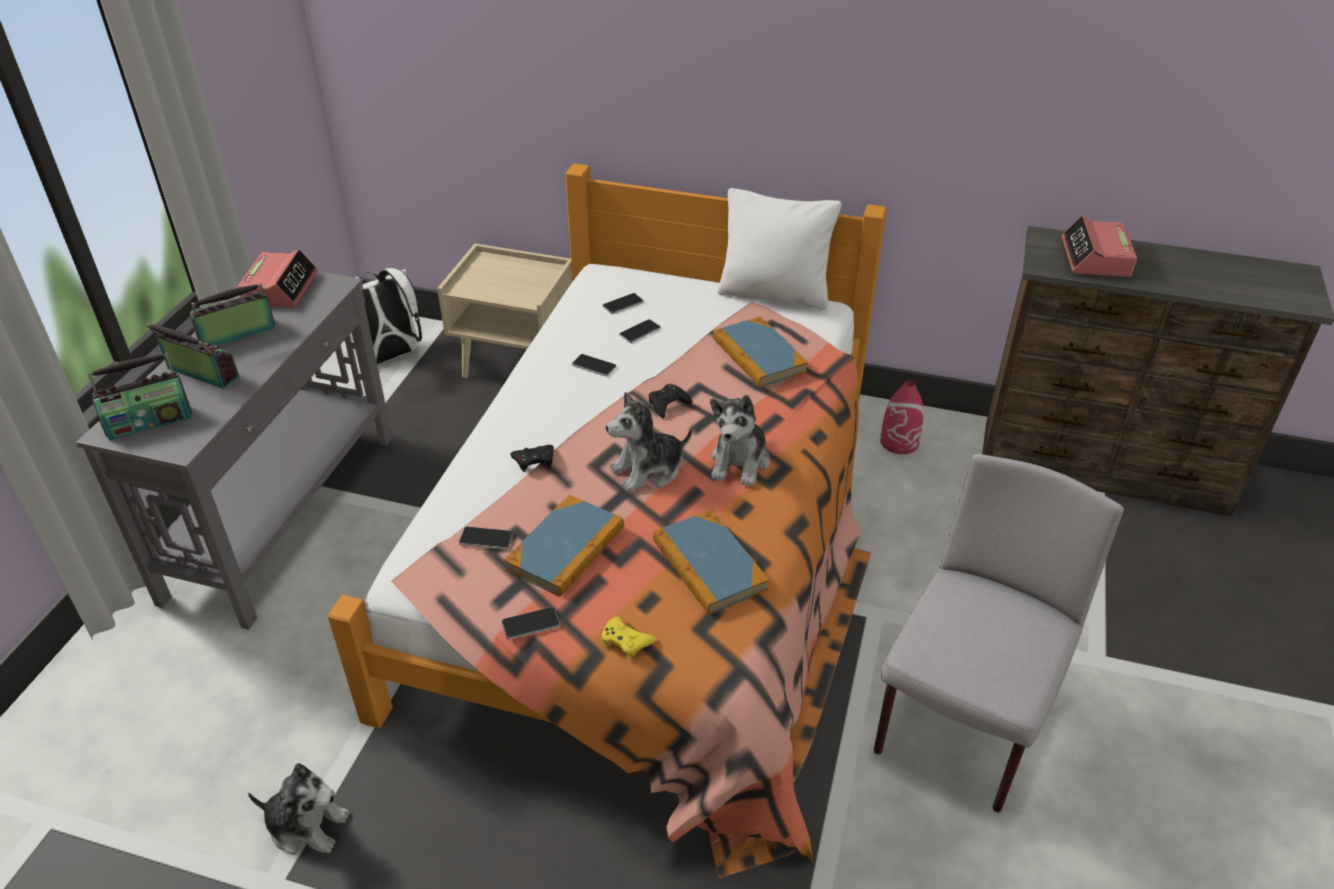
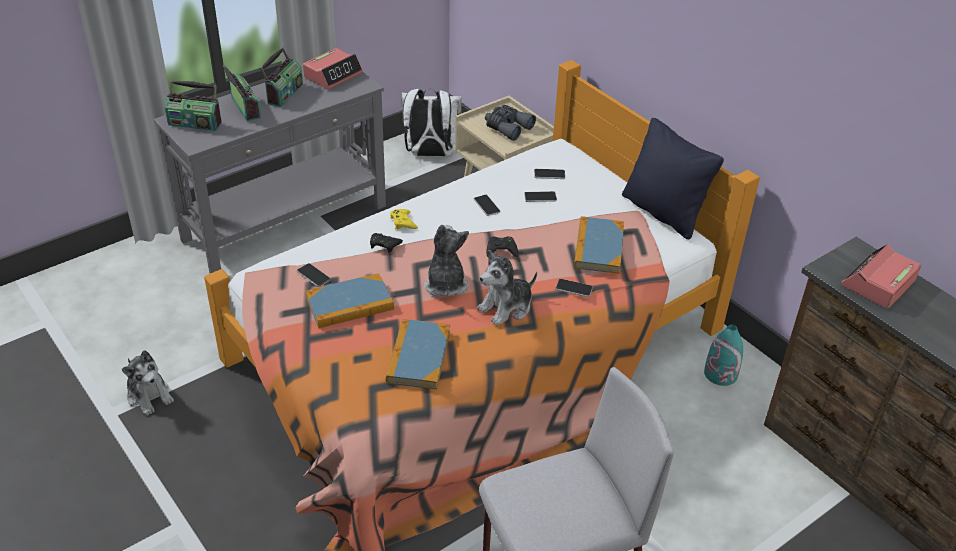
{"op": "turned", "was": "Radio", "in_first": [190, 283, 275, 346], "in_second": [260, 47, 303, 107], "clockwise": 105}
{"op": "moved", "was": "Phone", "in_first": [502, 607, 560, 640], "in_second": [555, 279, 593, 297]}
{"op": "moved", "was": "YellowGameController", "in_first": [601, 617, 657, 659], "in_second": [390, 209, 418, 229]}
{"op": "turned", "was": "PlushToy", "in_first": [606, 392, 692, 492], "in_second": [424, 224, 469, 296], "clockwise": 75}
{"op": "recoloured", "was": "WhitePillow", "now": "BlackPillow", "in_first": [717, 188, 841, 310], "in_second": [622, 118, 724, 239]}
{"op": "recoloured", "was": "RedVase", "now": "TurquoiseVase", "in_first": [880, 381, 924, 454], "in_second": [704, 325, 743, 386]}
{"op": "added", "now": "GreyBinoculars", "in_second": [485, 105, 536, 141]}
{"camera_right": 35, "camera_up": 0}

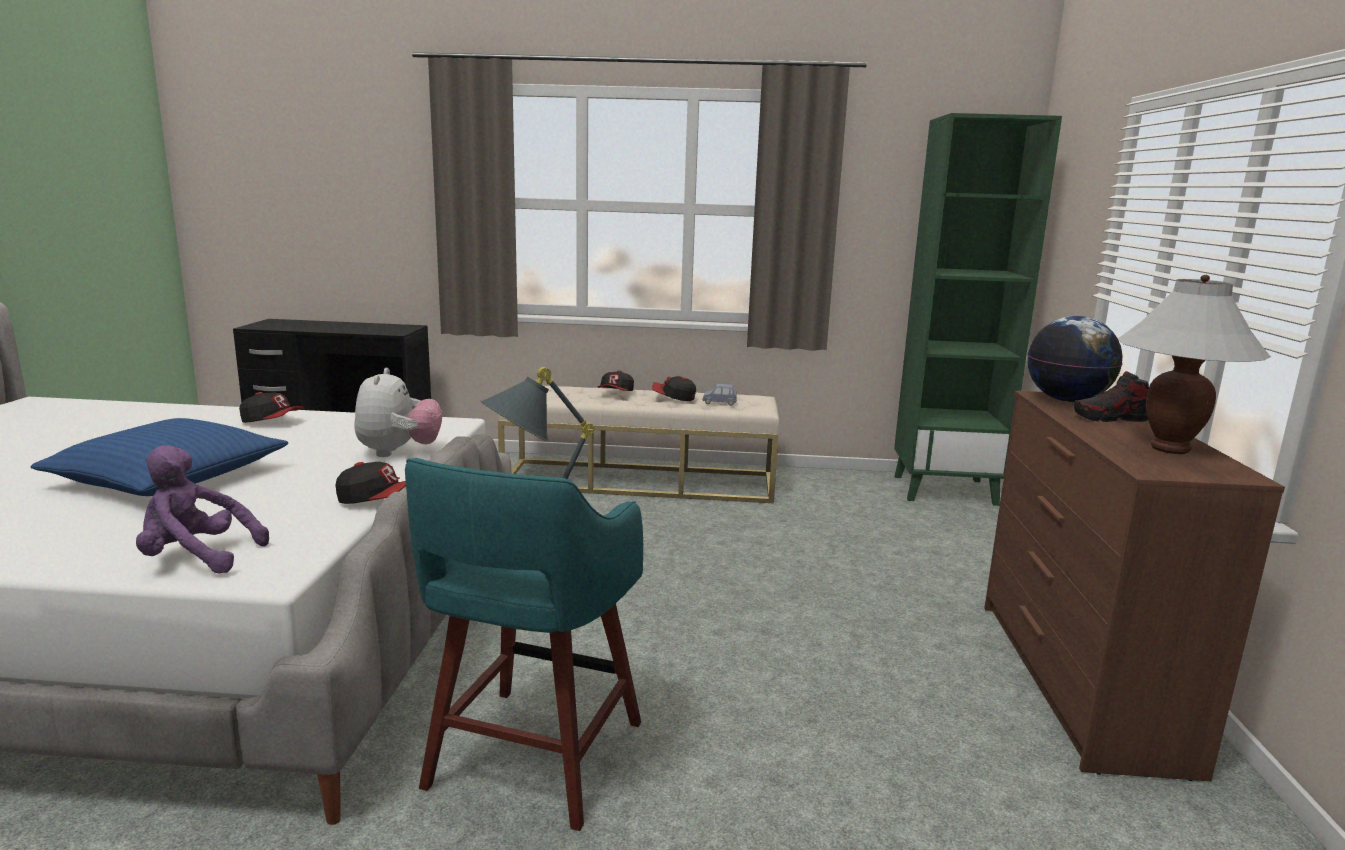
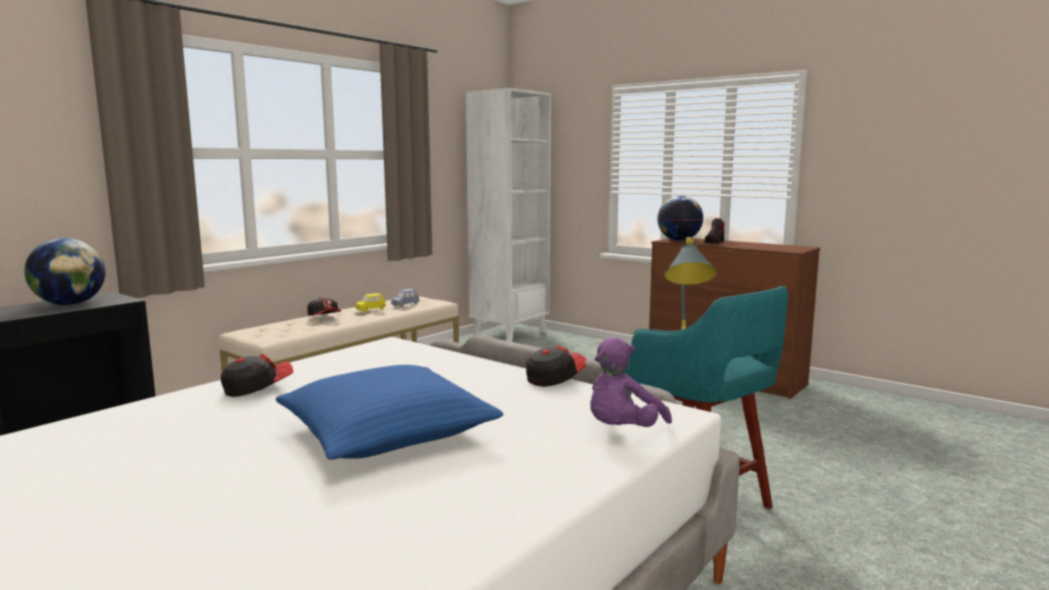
{"op": "removed", "was": "PlushToy", "in_first": [354, 368, 442, 457]}
{"op": "replaced", "was": "Cap", "now": "YellowToyCar", "in_first": [652, 376, 696, 401], "in_second": [355, 293, 386, 312]}
{"op": "recoloured", "was": "GreenBookcase", "now": "WhiteBookcase", "in_first": [894, 113, 1062, 506], "in_second": [466, 88, 551, 342]}
{"op": "removed", "was": "WhiteTableLamp", "in_first": [1118, 275, 1271, 454]}
{"op": "added", "now": "Globe", "in_second": [24, 238, 106, 305]}
{"camera_right": -55, "camera_up": -5}

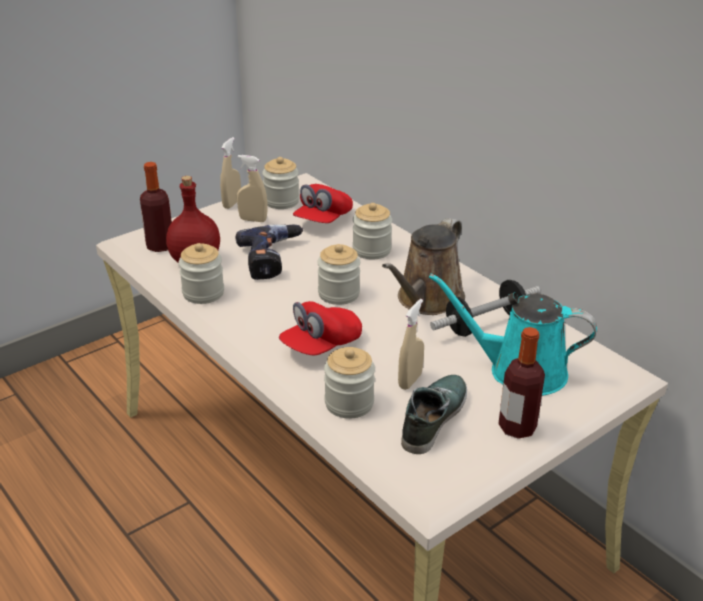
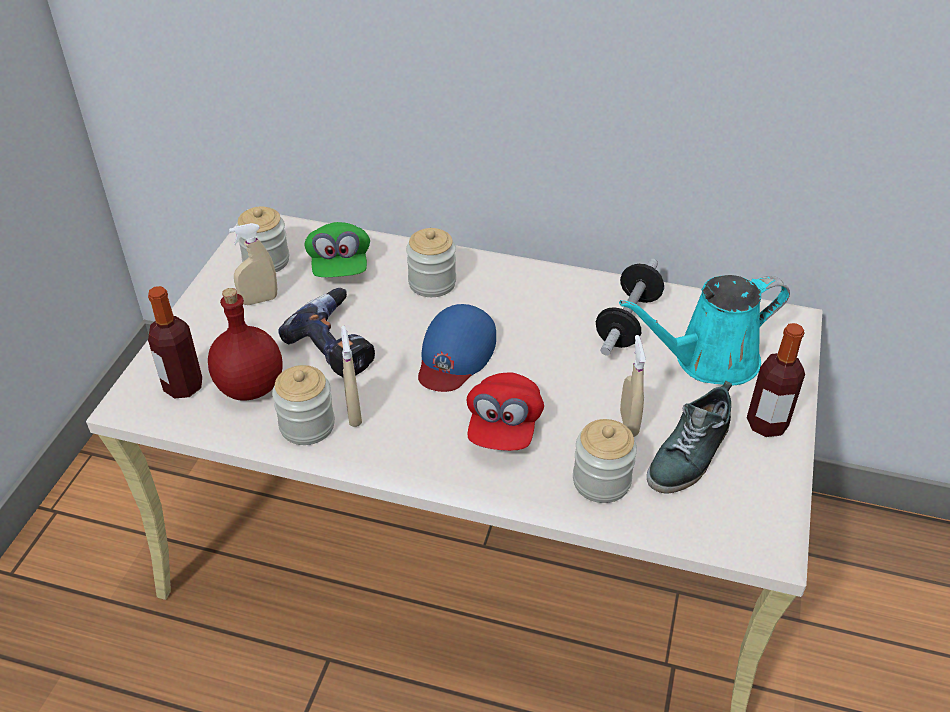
{"op": "moved", "was": "BeigeSprayBottle", "in_first": [220, 137, 241, 209], "in_second": [341, 326, 362, 427]}
{"op": "recoloured", "was": "RedCap", "now": "GreenCap", "in_first": [293, 184, 353, 223], "in_second": [304, 222, 370, 277]}
{"op": "replaced", "was": "Jar", "now": "BlueCap", "in_first": [317, 244, 360, 305], "in_second": [418, 304, 496, 392]}
{"op": "removed", "was": "BrownWateringCan", "in_first": [382, 218, 465, 315]}
{"op": "turned", "was": "Shoe", "in_first": [401, 375, 467, 454], "in_second": [647, 381, 732, 493], "clockwise": -135}
{"camera_right": -35, "camera_up": 10}

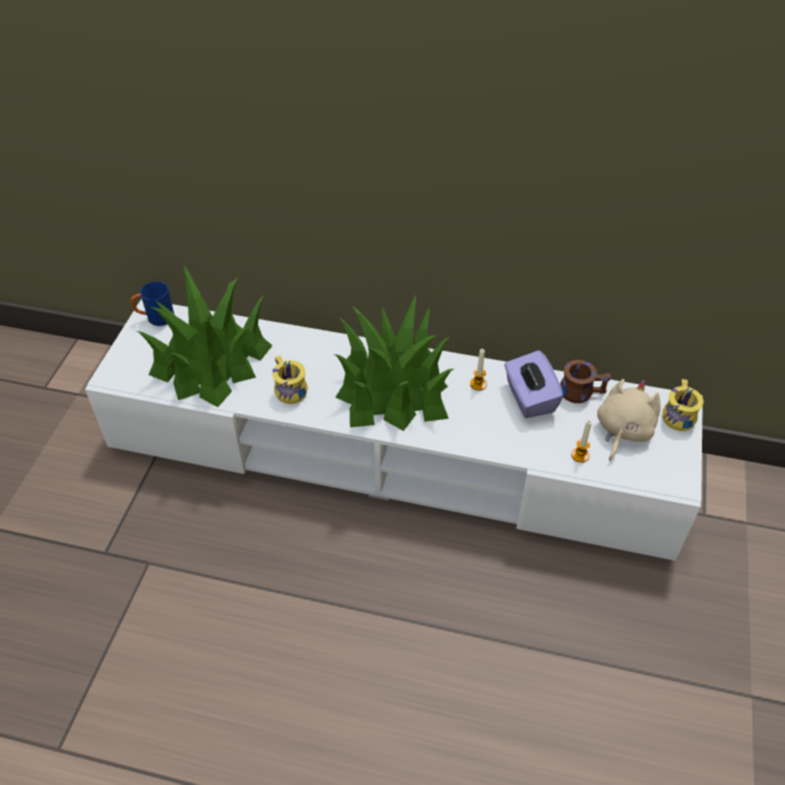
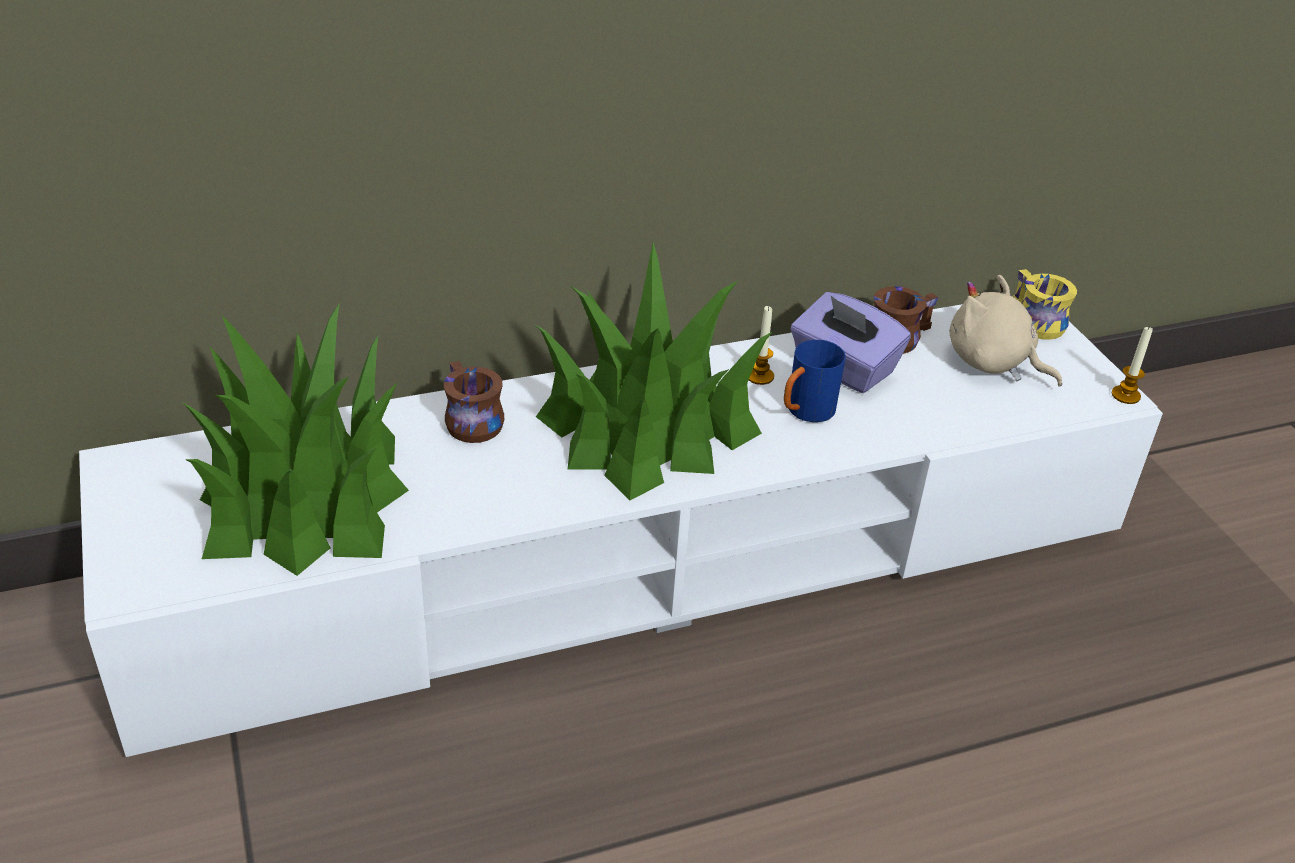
{"op": "moved", "was": "BlueMug", "in_first": [131, 281, 174, 326], "in_second": [784, 340, 846, 422]}
{"op": "removed", "was": "YellowMug", "in_first": [272, 355, 308, 404]}
{"op": "moved", "was": "Candle", "in_first": [571, 421, 592, 463], "in_second": [1112, 327, 1153, 404]}
{"op": "turned", "was": "BeigePlushToy", "in_first": [597, 379, 661, 461], "in_second": [949, 275, 1062, 387], "clockwise": -45}
{"op": "added", "now": "BrownMug", "in_second": [444, 361, 504, 443]}
{"camera_right": -35, "camera_up": -10}

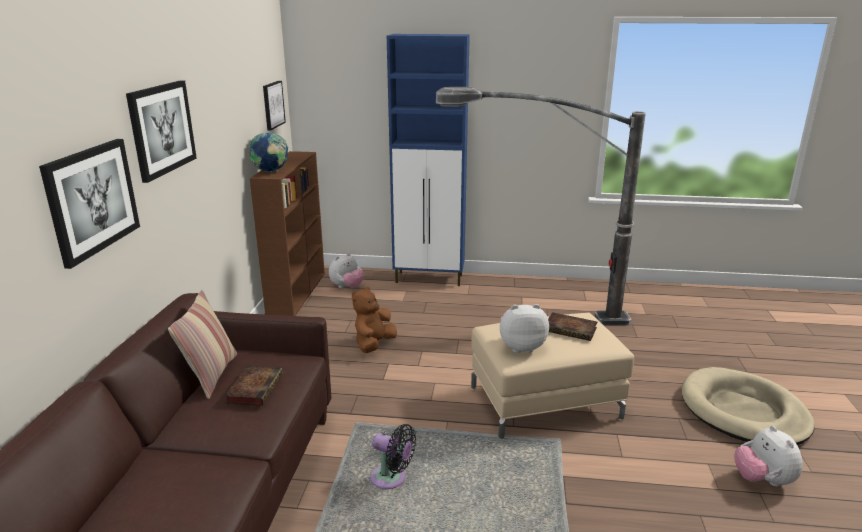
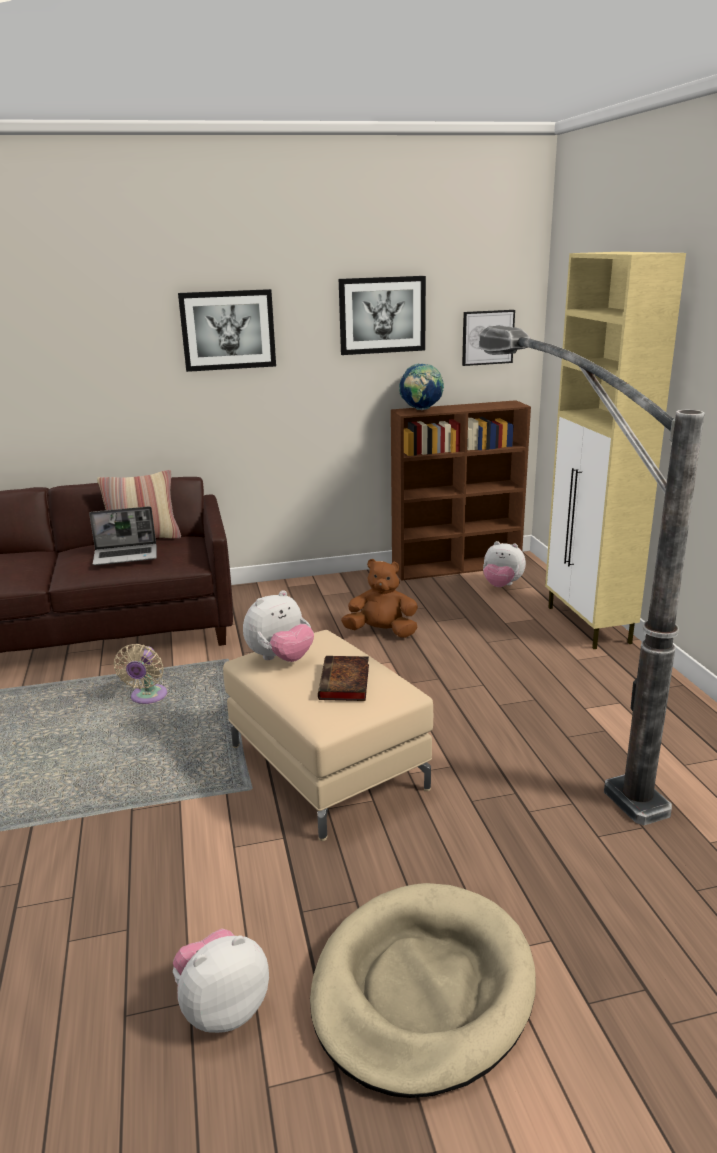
{"op": "moved", "was": "Picture", "in_first": [39, 139, 140, 269], "in_second": [339, 276, 426, 355]}
{"op": "replaced", "was": "Book", "now": "Laptop", "in_first": [225, 366, 283, 406], "in_second": [89, 506, 157, 565]}
{"op": "recoloured", "was": "BlackFan", "now": "BeigeFan", "in_first": [370, 424, 416, 489], "in_second": [114, 644, 167, 704]}
{"op": "recoloured", "was": "BlueCabinet", "now": "BeigeCabinet", "in_first": [387, 34, 470, 286], "in_second": [545, 252, 686, 649]}
{"op": "turned", "was": "PlushToy", "in_first": [500, 304, 549, 353], "in_second": [243, 590, 314, 662], "clockwise": 75}
{"camera_right": 70, "camera_up": 0}

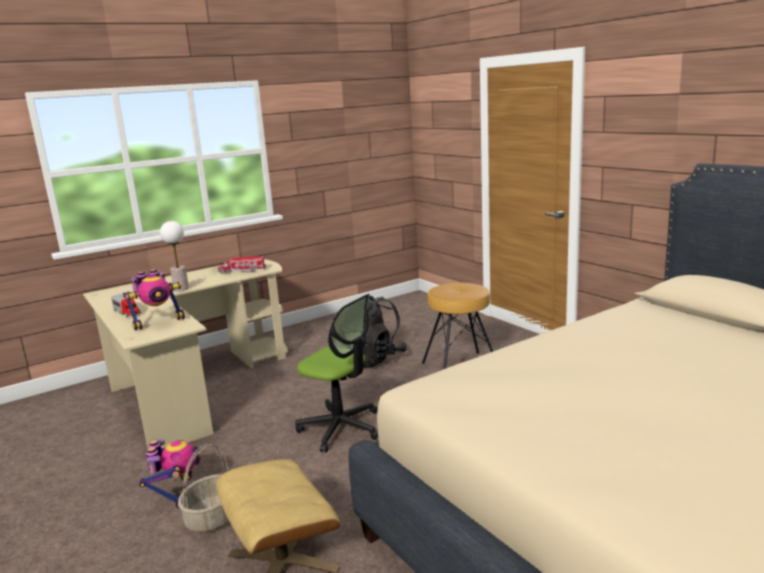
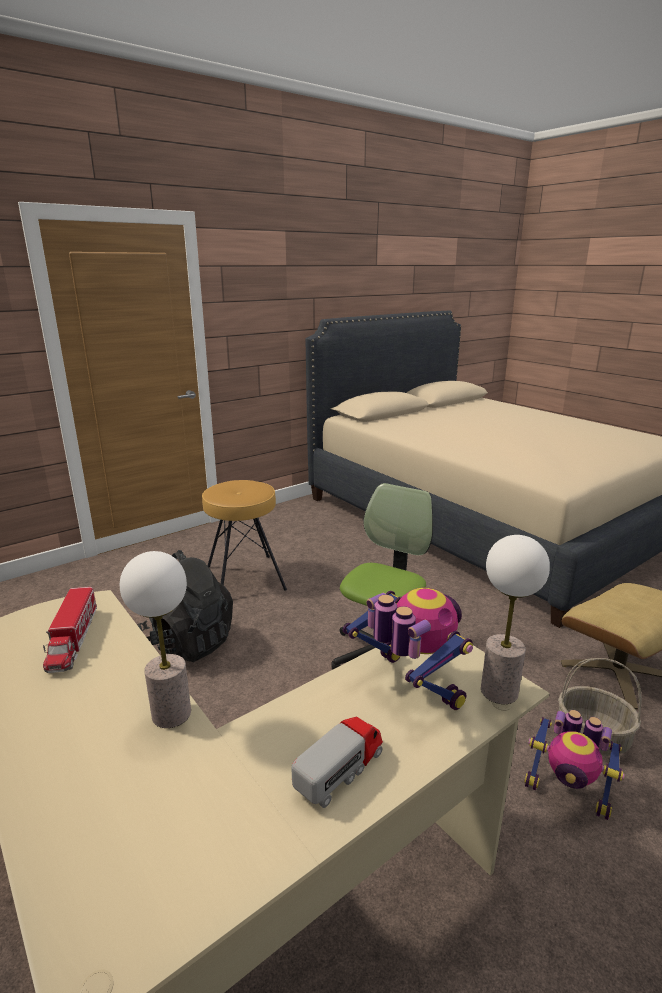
{"op": "turned", "was": "ToyRobot", "in_first": [139, 439, 201, 509], "in_second": [524, 710, 625, 820], "clockwise": -135}
{"op": "added", "now": "TableLamp", "in_second": [481, 535, 550, 704]}
{"camera_right": -95, "camera_up": 5}

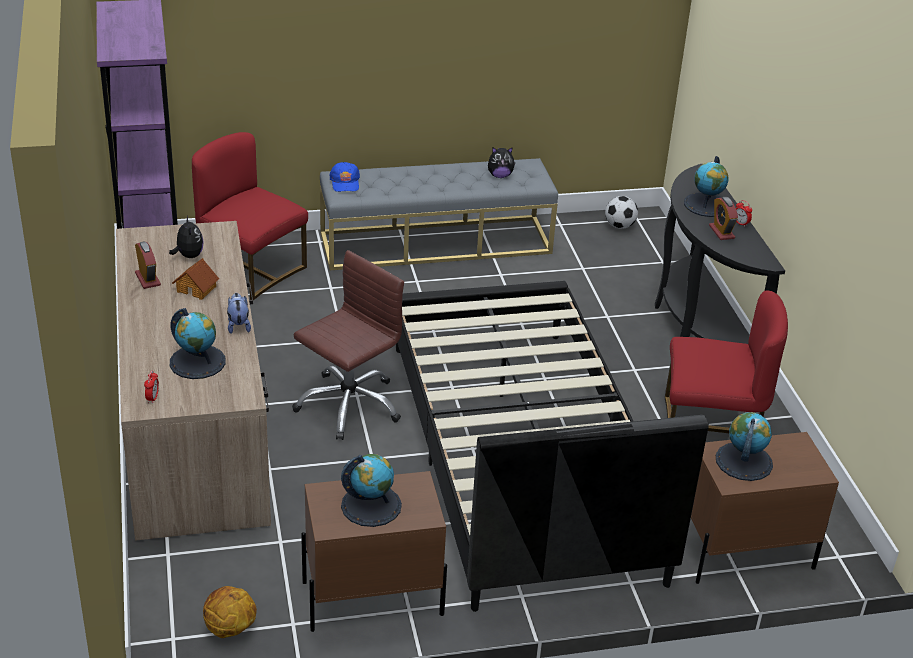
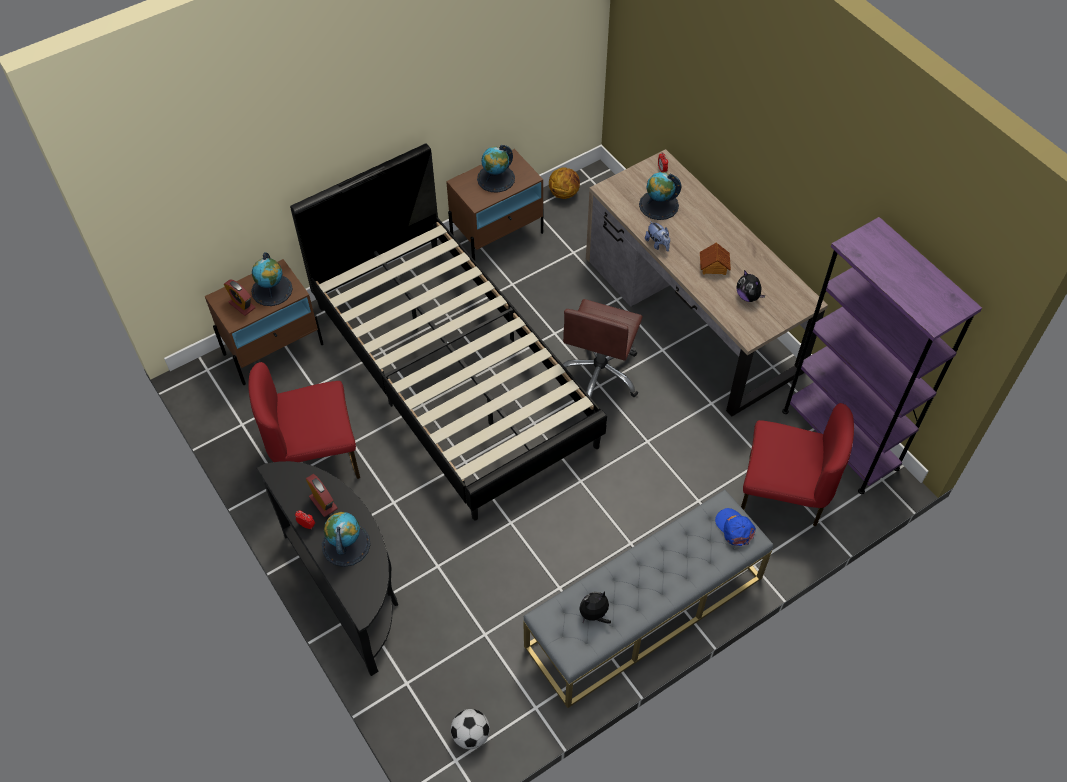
{"op": "moved", "was": "AlarmClock", "in_first": [135, 241, 161, 289], "in_second": [224, 279, 255, 316]}
{"camera_right": 160, "camera_up": 20}

